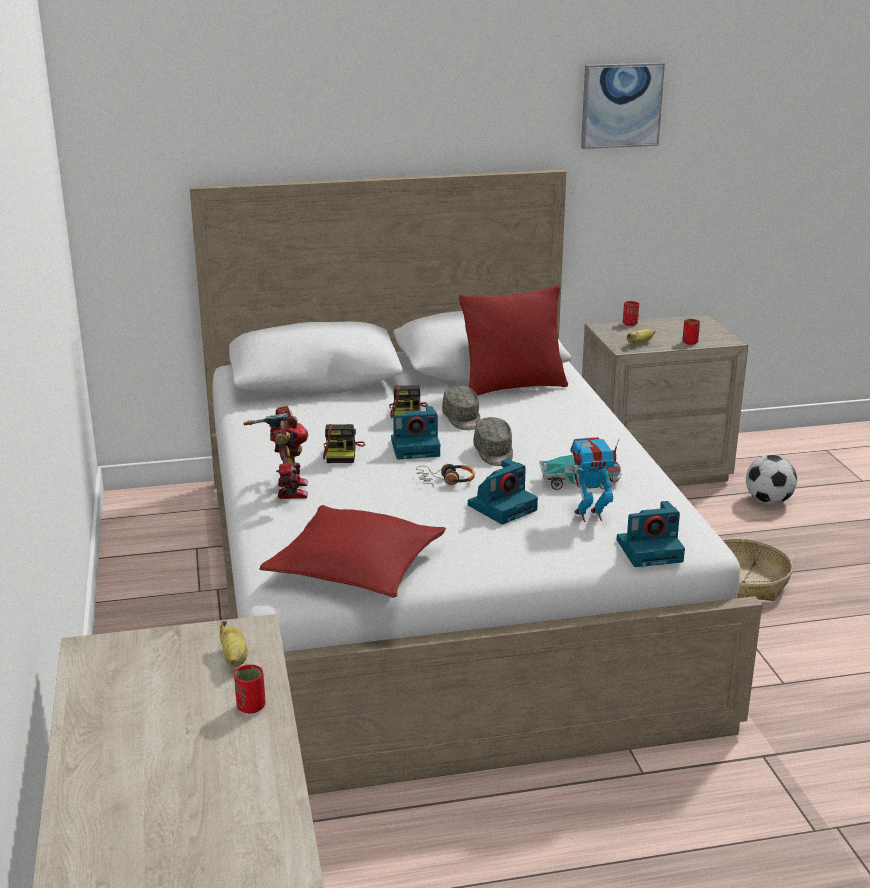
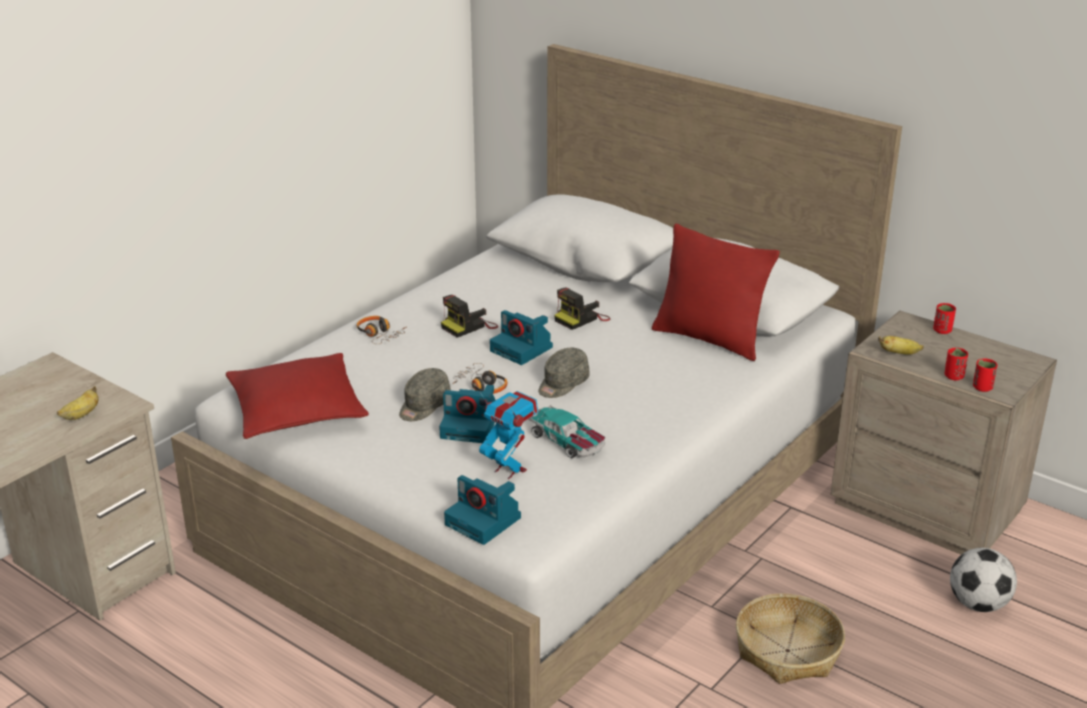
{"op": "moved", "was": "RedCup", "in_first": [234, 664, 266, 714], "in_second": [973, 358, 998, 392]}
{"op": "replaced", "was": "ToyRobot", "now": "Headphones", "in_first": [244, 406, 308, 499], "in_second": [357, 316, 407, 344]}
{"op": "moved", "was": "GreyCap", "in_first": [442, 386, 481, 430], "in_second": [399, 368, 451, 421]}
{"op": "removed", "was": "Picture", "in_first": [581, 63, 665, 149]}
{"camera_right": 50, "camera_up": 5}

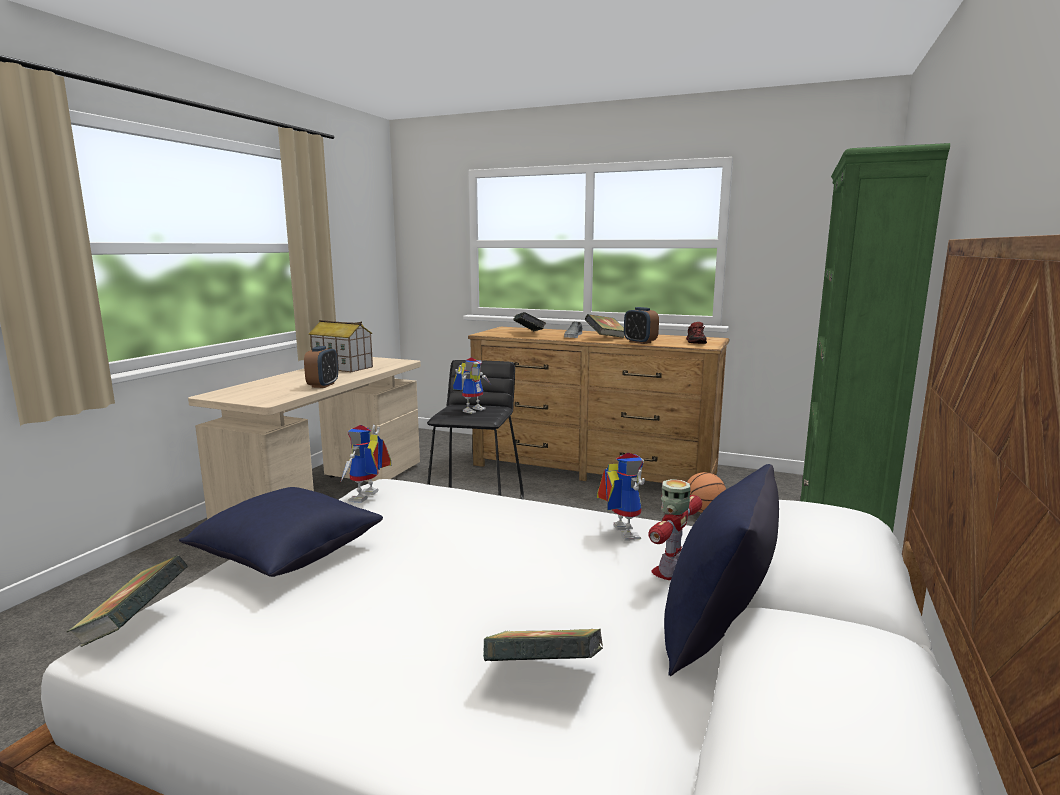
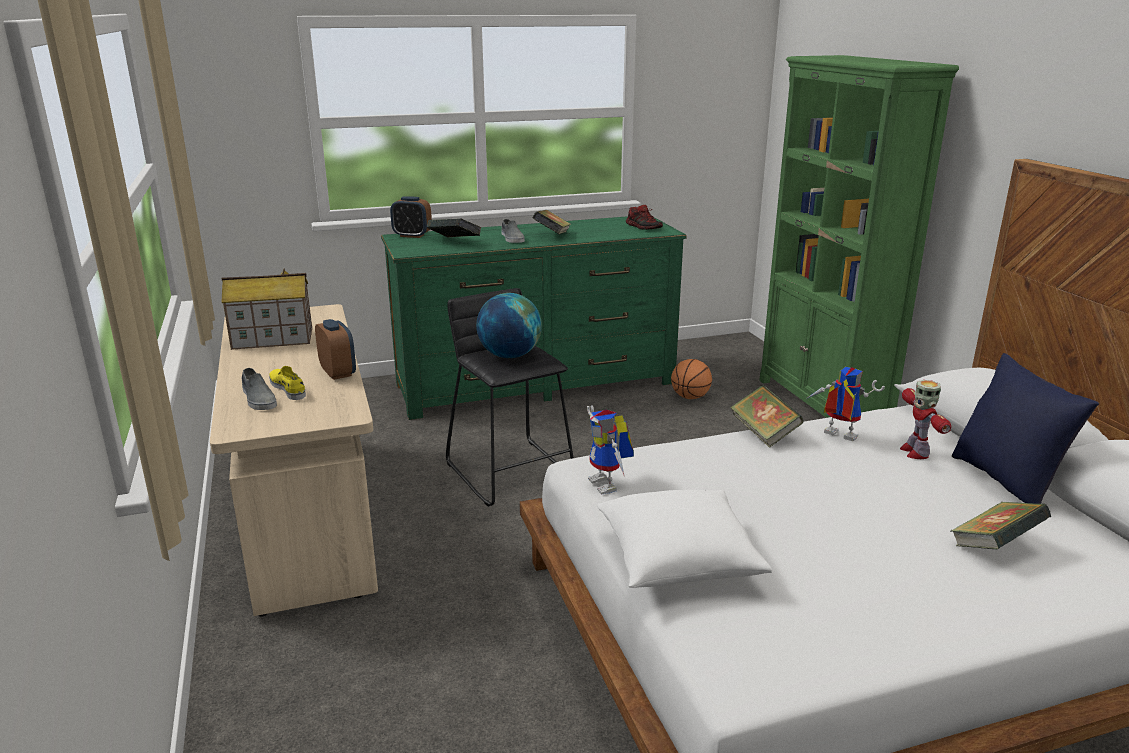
{"op": "moved", "was": "Book", "in_first": [67, 555, 188, 647], "in_second": [730, 385, 803, 448]}
{"op": "recoloured", "was": "BluePillow", "now": "WhitePillow", "in_first": [179, 487, 383, 577], "in_second": [597, 490, 772, 588]}
{"op": "replaced", "was": "ToyRobot", "now": "Globe", "in_first": [453, 357, 491, 414], "in_second": [476, 293, 542, 358]}
{"op": "recoloured", "was": "BrownDresser", "now": "GreenDresser", "in_first": [468, 327, 729, 483], "in_second": [381, 216, 687, 420]}
{"op": "moved", "was": "AlarmClock", "in_first": [624, 307, 659, 344], "in_second": [390, 196, 432, 238]}
{"op": "added", "now": "GreyShoe", "in_second": [242, 368, 277, 410]}
{"op": "added", "now": "YellowShoe", "in_second": [269, 366, 306, 400]}
{"camera_right": -40, "camera_up": 10}

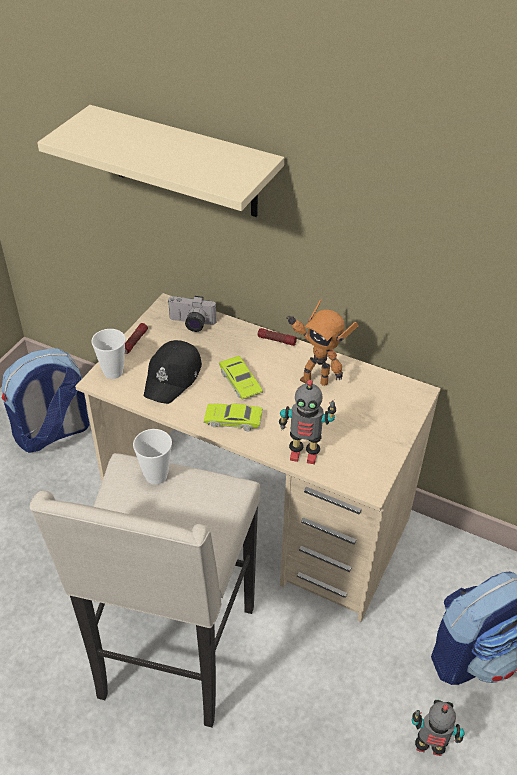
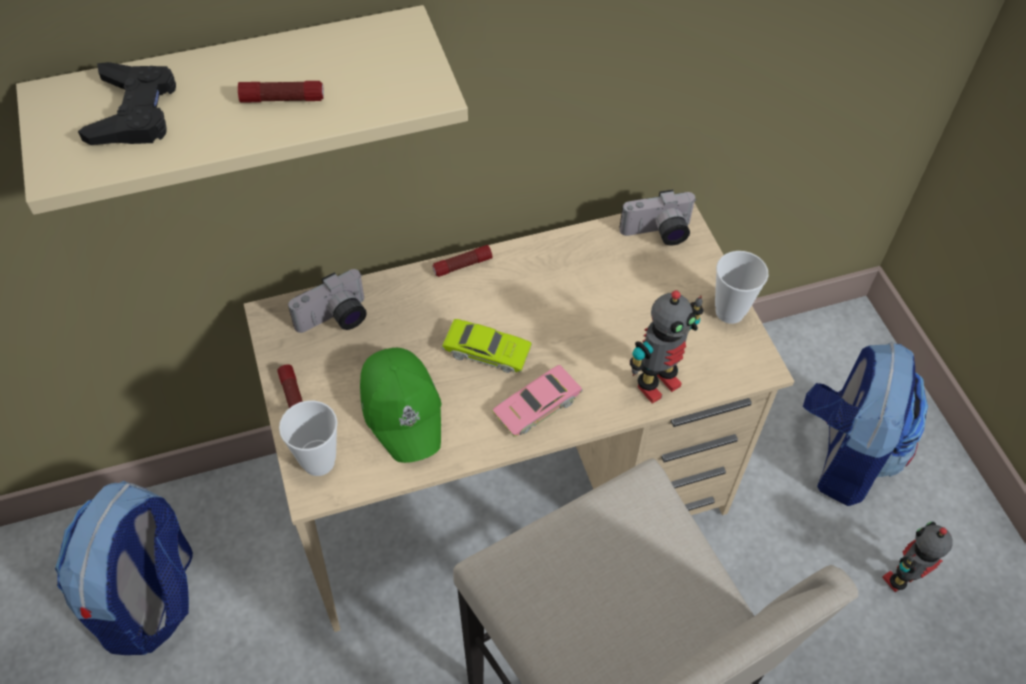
{"op": "moved", "was": "Cup", "in_first": [133, 429, 172, 485], "in_second": [715, 251, 769, 324]}
{"op": "recoloured", "was": "BlackCap", "now": "GreenCap", "in_first": [144, 340, 202, 404], "in_second": [360, 348, 441, 463]}
{"op": "recoloured", "was": "GreenToyCar", "now": "PinkToyCar", "in_first": [203, 403, 263, 431], "in_second": [492, 365, 583, 437]}
{"op": "removed", "was": "ToyRobot", "in_first": [286, 299, 359, 386]}
{"op": "added", "now": "BlackGameController", "in_second": [78, 62, 176, 145]}
{"op": "added", "now": "Flashlight", "in_second": [238, 81, 324, 103]}
{"op": "added", "now": "PhotoCamera", "in_second": [620, 189, 697, 246]}
{"camera_right": -45, "camera_up": 10}

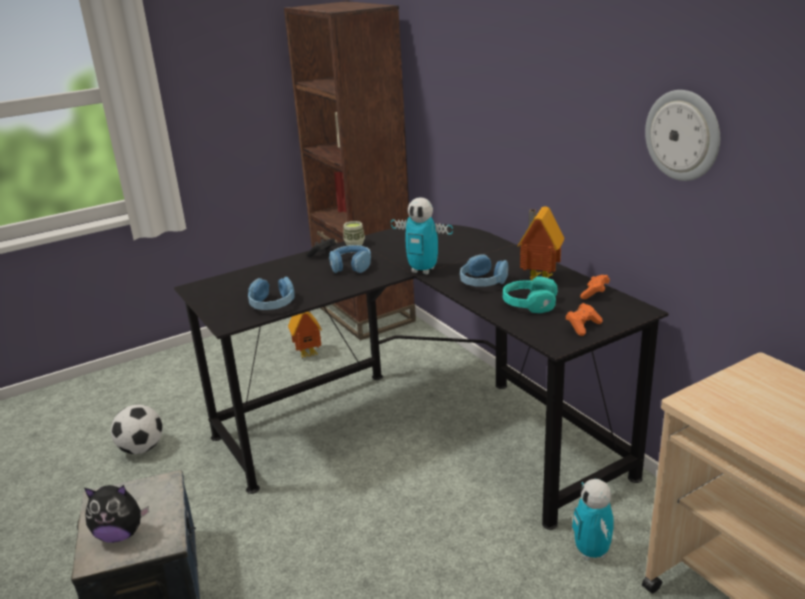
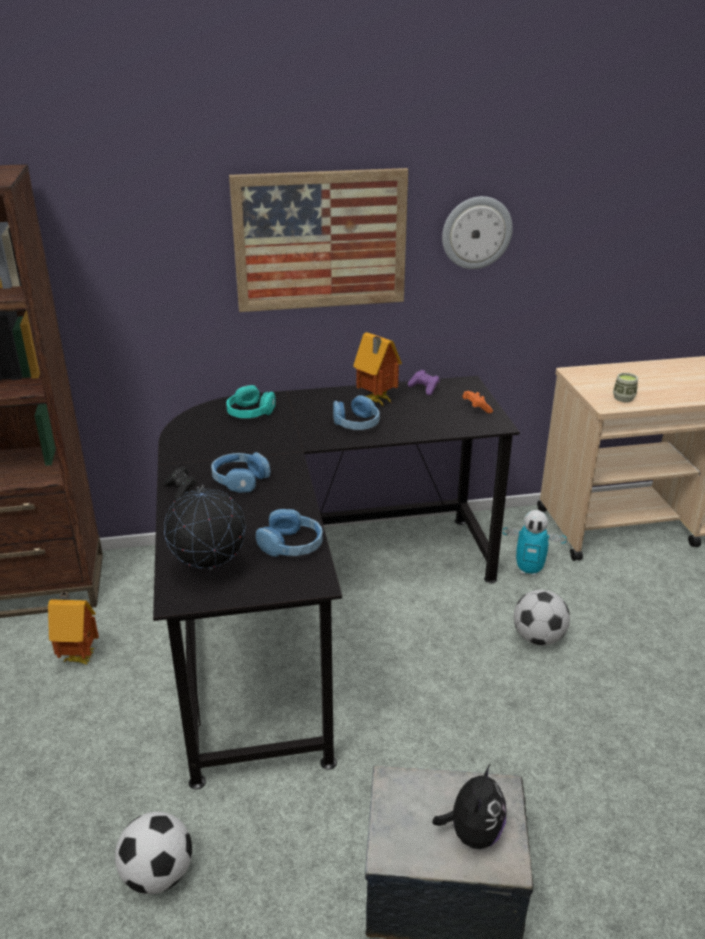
{"op": "moved", "was": "Cup", "in_first": [343, 221, 365, 246], "in_second": [613, 373, 638, 402]}
{"op": "removed", "was": "ToyRobot", "in_first": [391, 197, 453, 274]}
{"op": "moved", "was": "TurquoiseHeadphones", "in_first": [503, 276, 558, 313], "in_second": [226, 385, 276, 418]}
{"op": "recoloured", "was": "OrangeGameController", "now": "PurpleGameController", "in_first": [580, 275, 610, 299], "in_second": [408, 370, 440, 396]}
{"op": "added", "now": "Globe", "in_second": [164, 484, 246, 570]}
{"op": "added", "now": "Picture", "in_second": [229, 168, 408, 312]}
{"op": "added", "now": "Football", "in_second": [514, 590, 570, 645]}
{"camera_right": -70, "camera_up": 5}

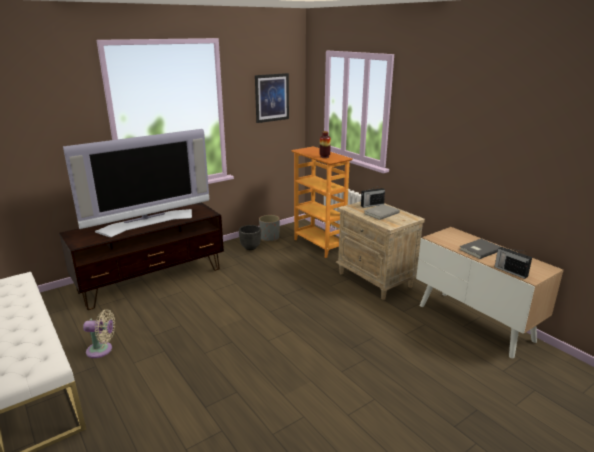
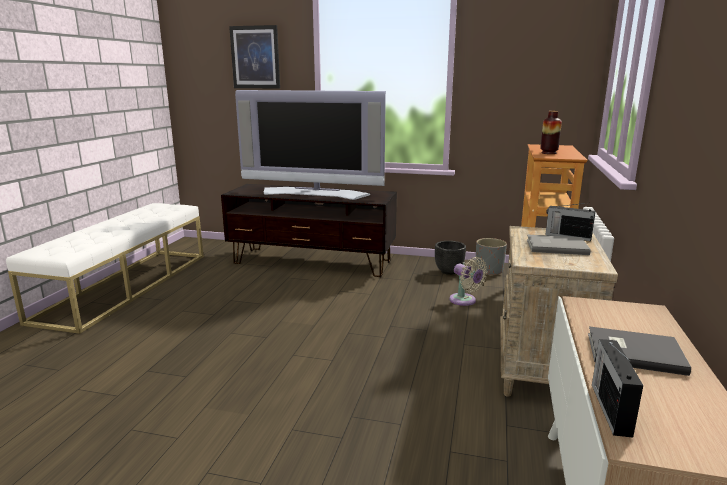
{"op": "moved", "was": "BeigeFan", "in_first": [83, 309, 115, 358], "in_second": [449, 257, 487, 306]}
{"op": "moved", "was": "Picture", "in_first": [255, 73, 289, 123], "in_second": [229, 25, 280, 88]}
{"camera_right": 50, "camera_up": -5}

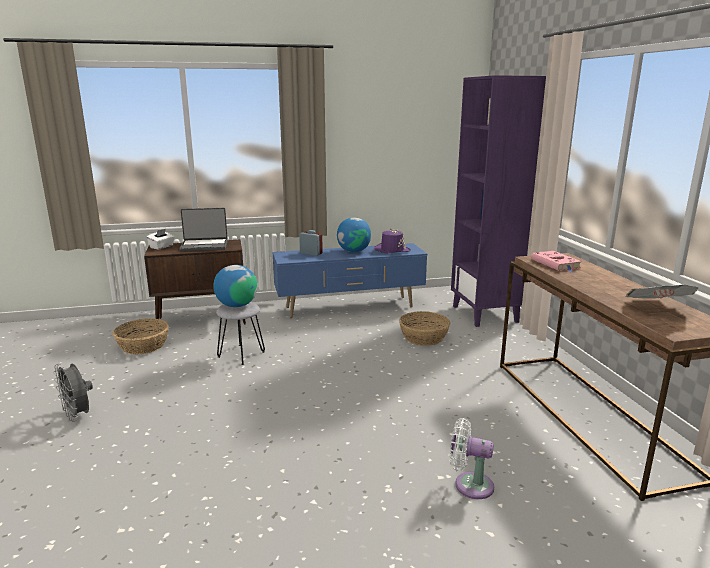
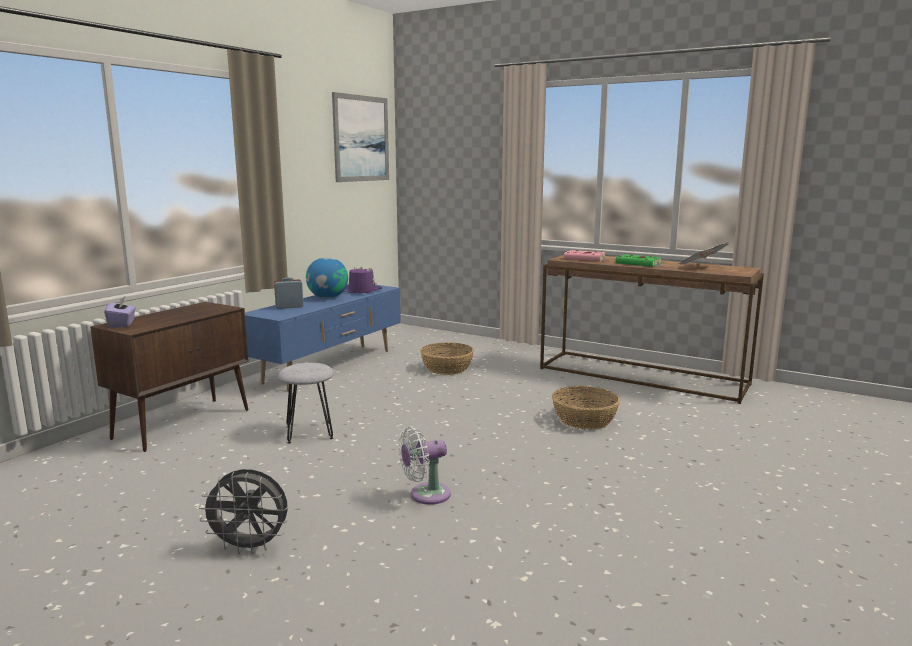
{"op": "moved", "was": "Basket", "in_first": [113, 319, 169, 355], "in_second": [552, 386, 620, 429]}
{"op": "recoloured", "was": "WhiteTissueBox", "now": "PurpleTissueBox", "in_first": [146, 229, 175, 249], "in_second": [104, 297, 136, 328]}
{"op": "removed", "was": "Laptop", "in_first": [179, 208, 228, 251]}
{"op": "removed", "was": "Globe", "in_first": [213, 265, 258, 307]}
{"op": "moved", "was": "WhiteFan", "in_first": [449, 418, 494, 499], "in_second": [398, 426, 451, 505]}
{"op": "removed", "was": "PurpleBookcase", "in_first": [451, 75, 546, 327]}
{"op": "added", "now": "Picture", "in_second": [332, 92, 389, 182]}
{"op": "added", "now": "GreenBook", "in_second": [616, 254, 664, 267]}
{"camera_right": -45, "camera_up": -5}

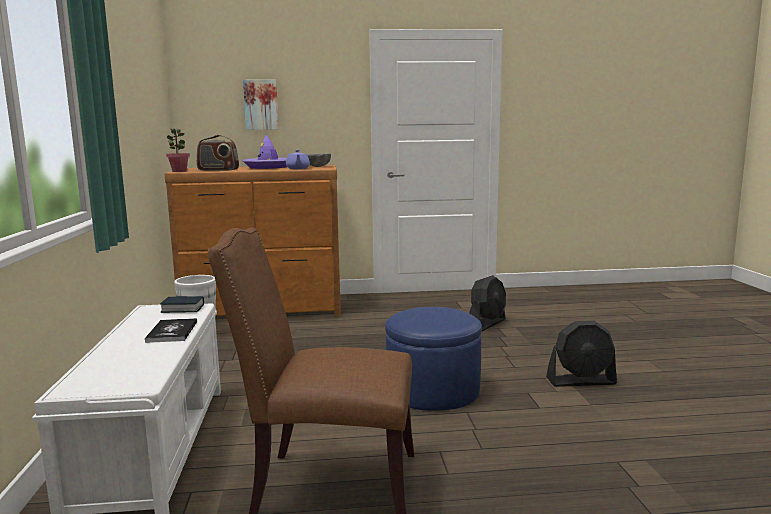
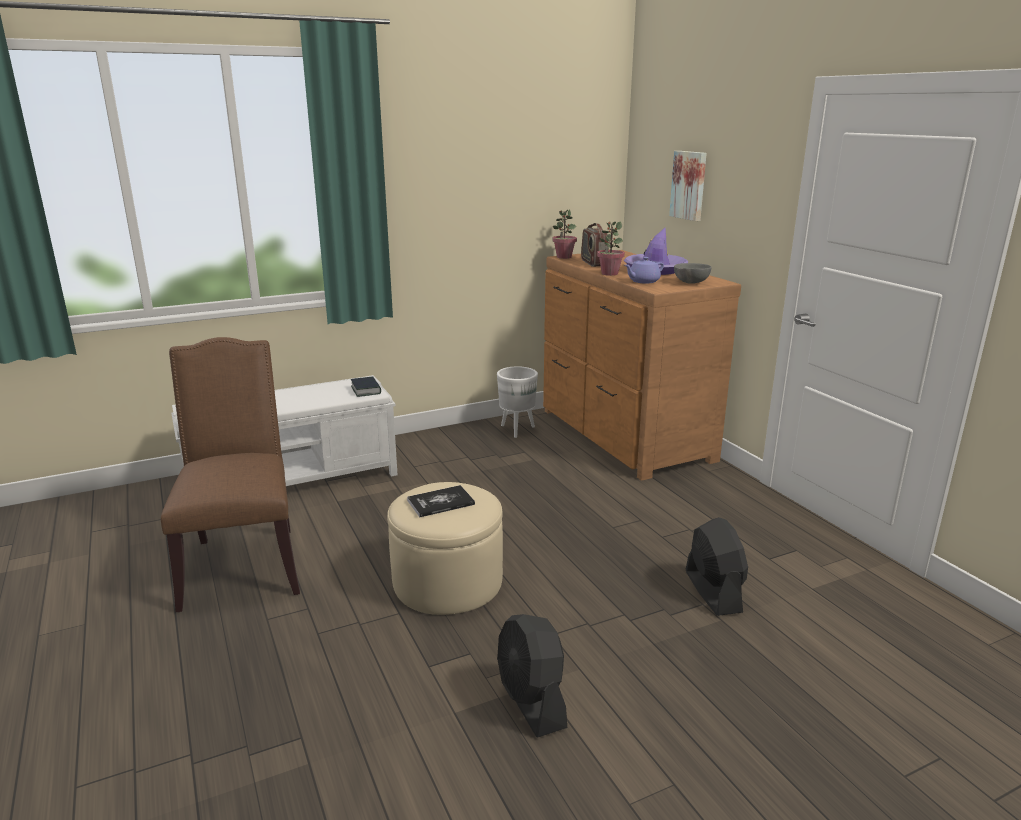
{"op": "moved", "was": "Book", "in_first": [145, 318, 197, 343], "in_second": [407, 485, 475, 517]}
{"op": "recoloured", "was": "BlueOttoman", "now": "BeigeOttoman", "in_first": [385, 307, 482, 411], "in_second": [387, 482, 503, 615]}
{"op": "turned", "was": "BlackFan", "in_first": [469, 275, 506, 331], "in_second": [686, 517, 748, 616], "clockwise": -120}
{"op": "added", "now": "PottedPlant", "in_second": [597, 221, 625, 276]}
{"camera_right": 70, "camera_up": 10}

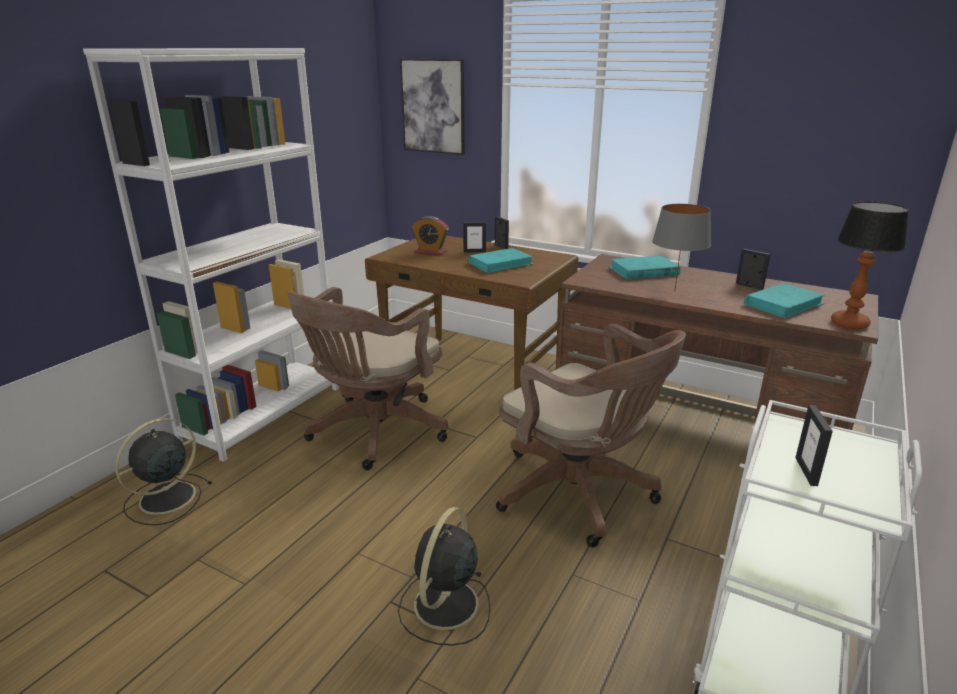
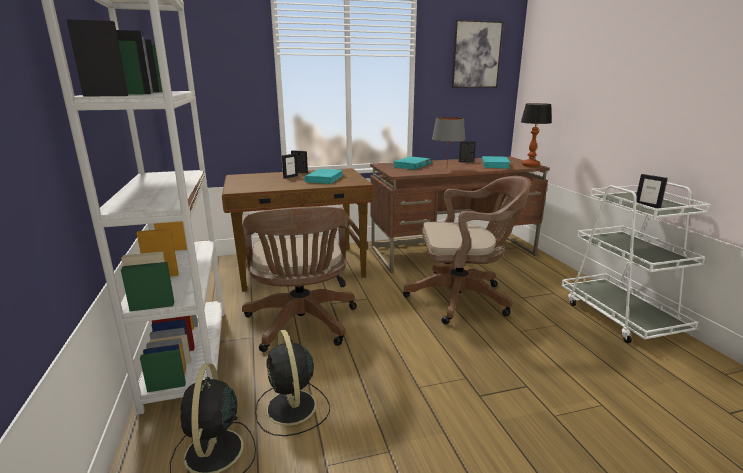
{"op": "moved", "was": "BlackFan", "in_first": [398, 507, 490, 646], "in_second": [255, 329, 330, 436]}
{"op": "moved", "was": "Picture", "in_first": [400, 59, 465, 155], "in_second": [451, 20, 503, 88]}
{"op": "removed", "was": "AlarmClock", "in_first": [412, 216, 449, 256]}
{"camera_right": -45, "camera_up": -5}

